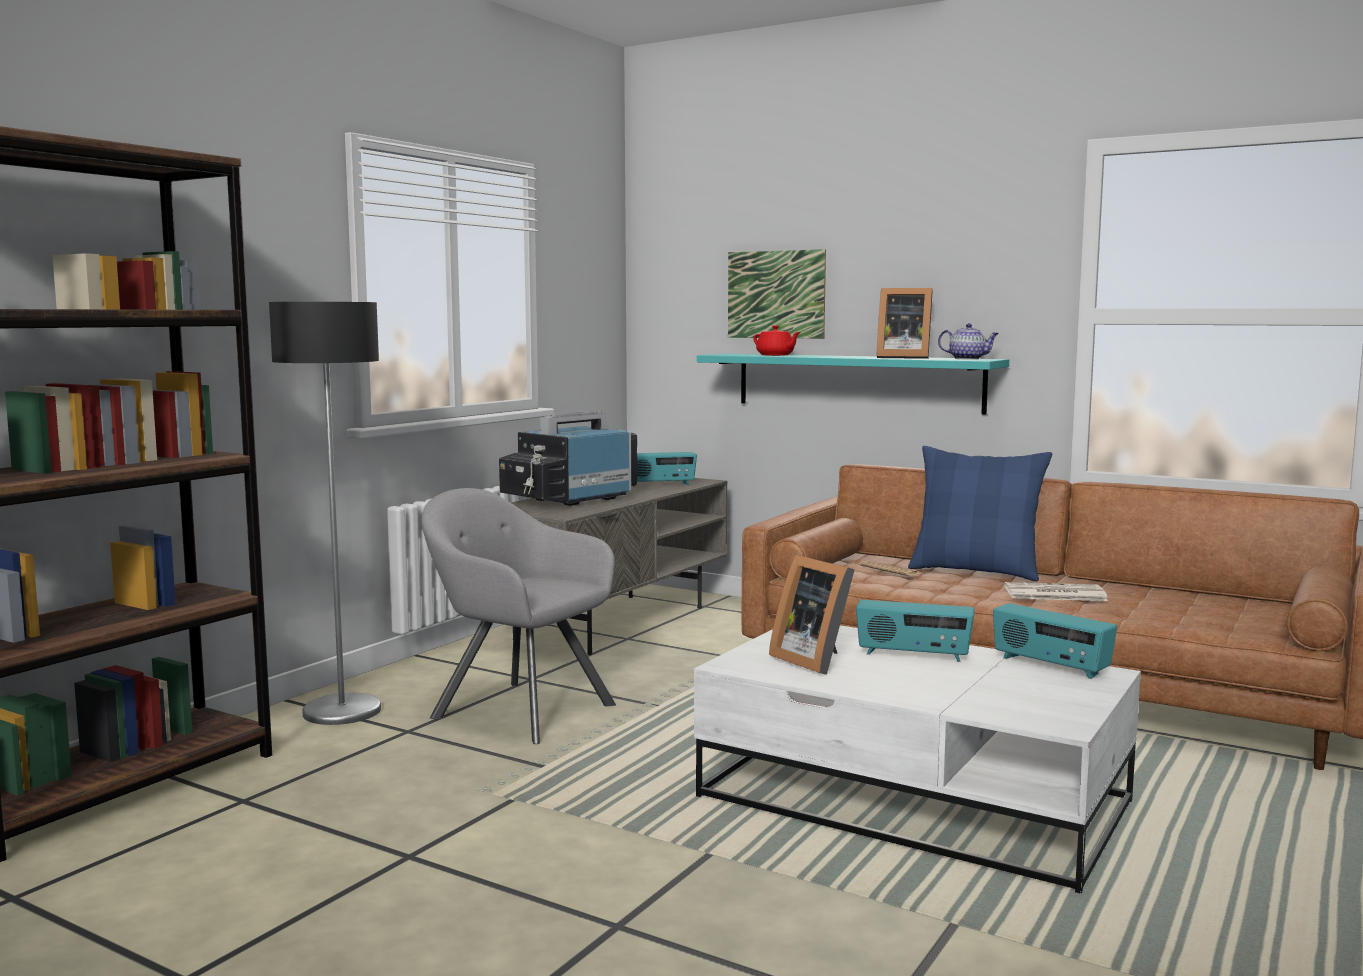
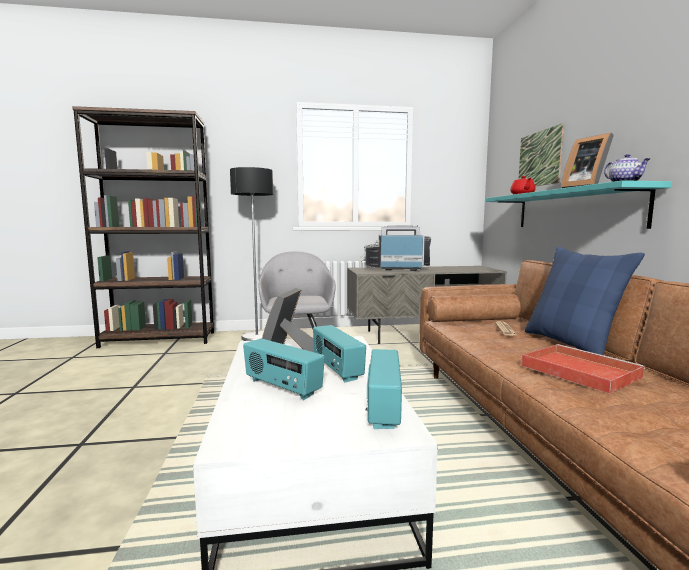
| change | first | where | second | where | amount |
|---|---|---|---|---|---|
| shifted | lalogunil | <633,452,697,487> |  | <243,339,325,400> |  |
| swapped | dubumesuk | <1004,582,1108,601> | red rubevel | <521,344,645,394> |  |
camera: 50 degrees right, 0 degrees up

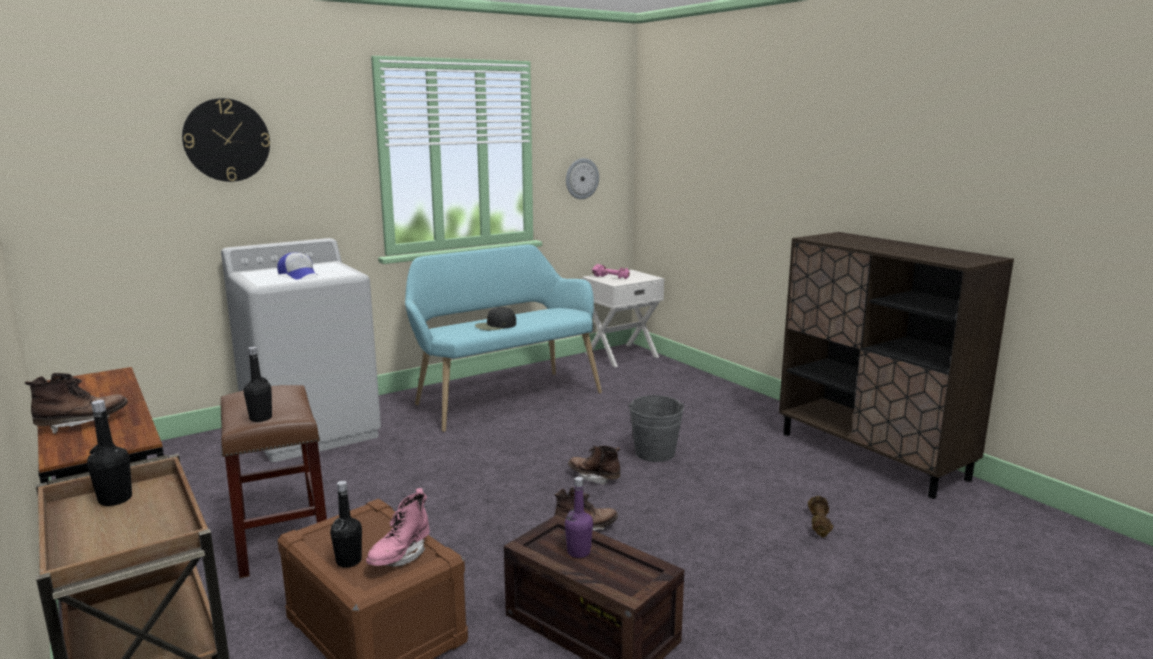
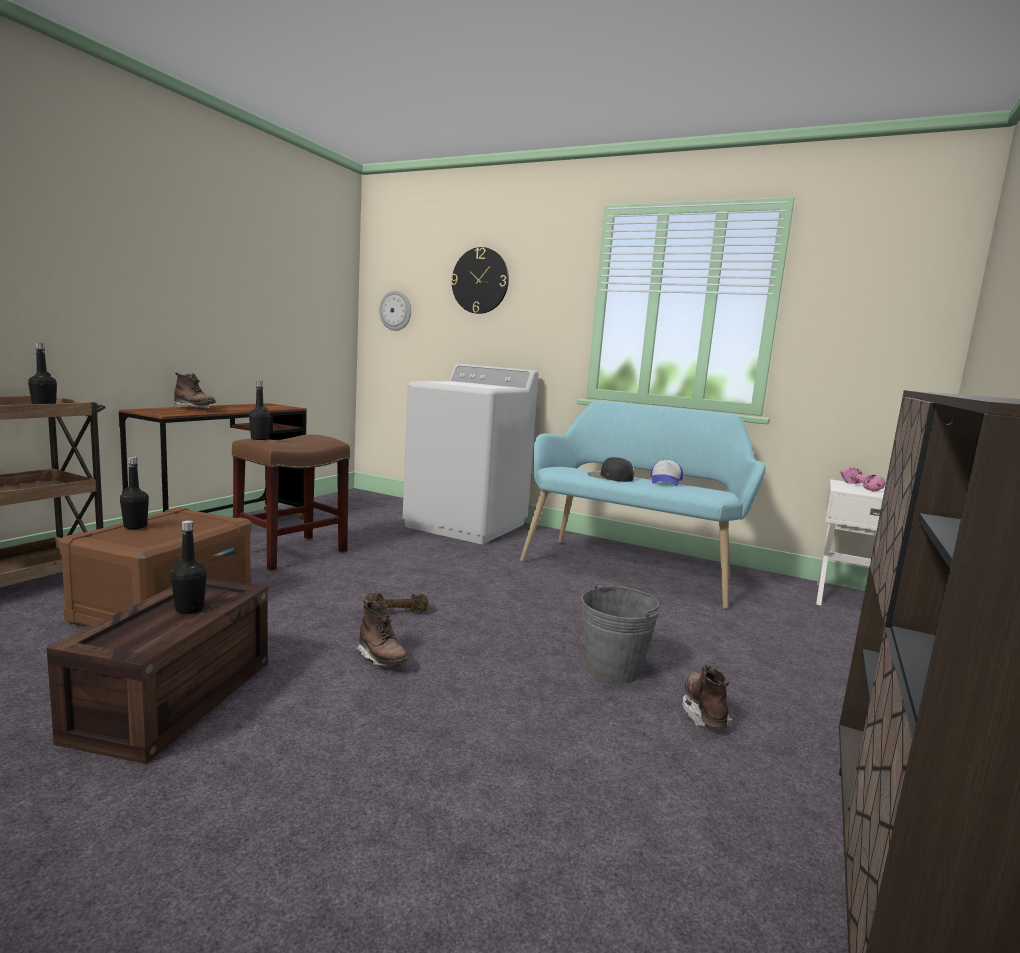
| change | first | where | second | where | amount |
|---|---|---|---|---|---|
| shifted | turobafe | <277,252,319,280> |  | <650,459,683,486> |  |
| gone | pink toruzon | <366,488,430,567> |  |  |  |
| repainted | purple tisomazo | <565,477,593,558> | black tisomazo | <171,520,207,614> |  |
| shifted | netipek | <566,158,599,199> |  | <379,291,411,331> |  |
| shifted | brown toruzon | <568,446,620,485> |  | <682,664,733,728> |  |
| shifted | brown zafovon | <808,496,833,538> |  | <363,593,429,613> |  |
camera: 60 degrees right, 5 degrees down

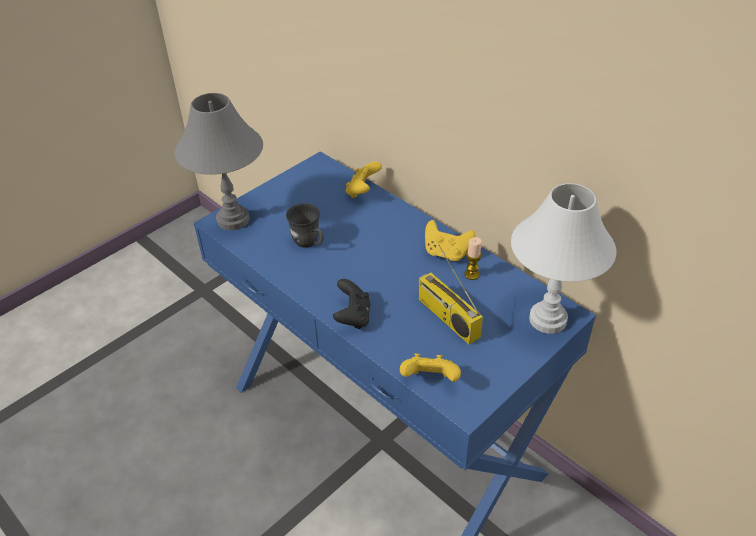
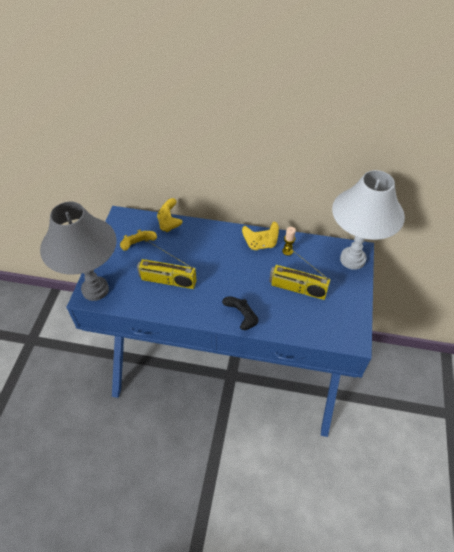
| change | first | where | second | where | amount |
|---|---|---|---|---|---|
| swapped | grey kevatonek | <286,203,324,248> | lalogunil | <137,239,196,289> |  |
| shifted | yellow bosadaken | <400,354,461,382> |  | <120,230,157,251> |  |
camera: 35 degrees left, 10 degrees up

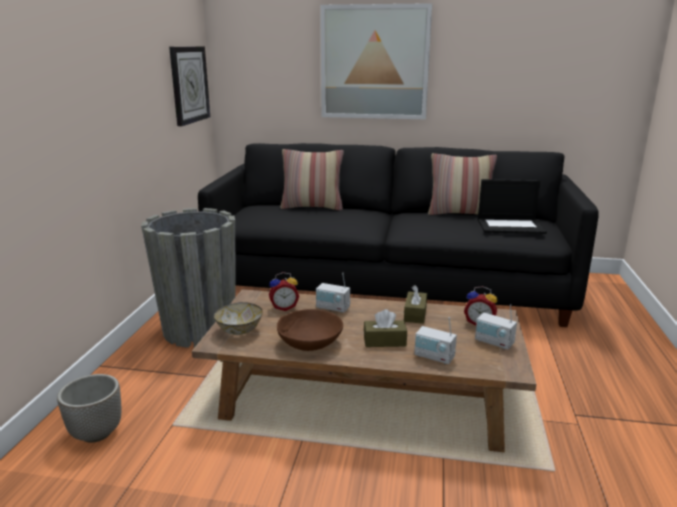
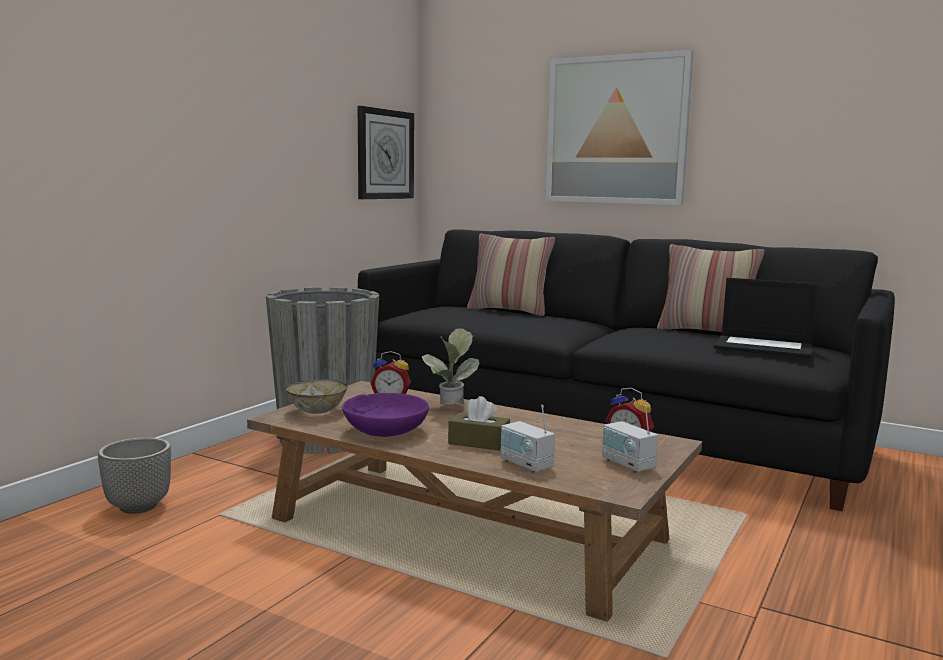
| change | first | where | second | where | amount |
|---|---|---|---|---|---|
| repainted | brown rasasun | <277,309,343,351> | purple rasasun | <342,393,429,437> |  |
| swapped | lalogunil | <316,273,350,313> | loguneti | <422,328,479,405> |  |
| gone | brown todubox | <404,285,427,324> |  |  |  |
camera: 20 degrees right, 10 degrees down

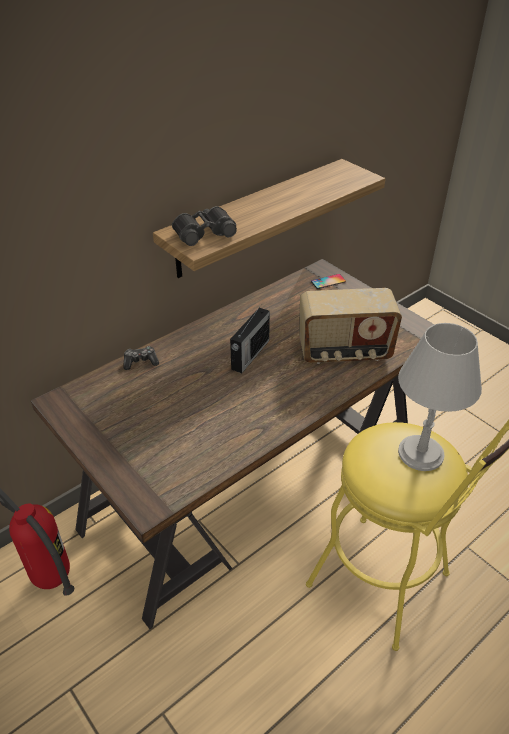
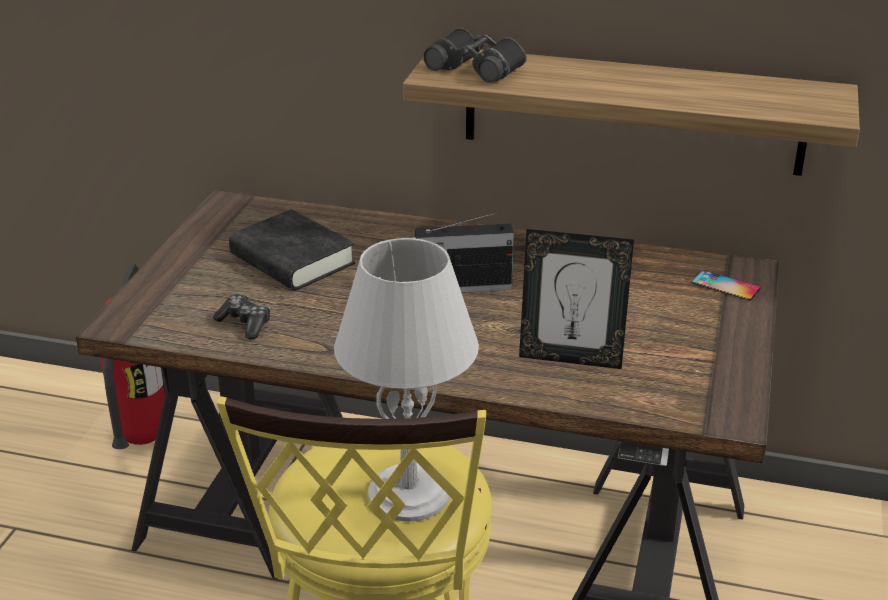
| change | first | where | second | where | amount |
|---|---|---|---|---|---|
| shifted | bosadaken | <123,346,159,370> |  | <213,294,271,340> |  |
| swapped | lalogunil | <299,288,402,364> | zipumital | <519,229,634,369> |  |
| new |  |  | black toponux | <229,209,355,291> |  |
camera: 55 degrees right, 10 degrees down

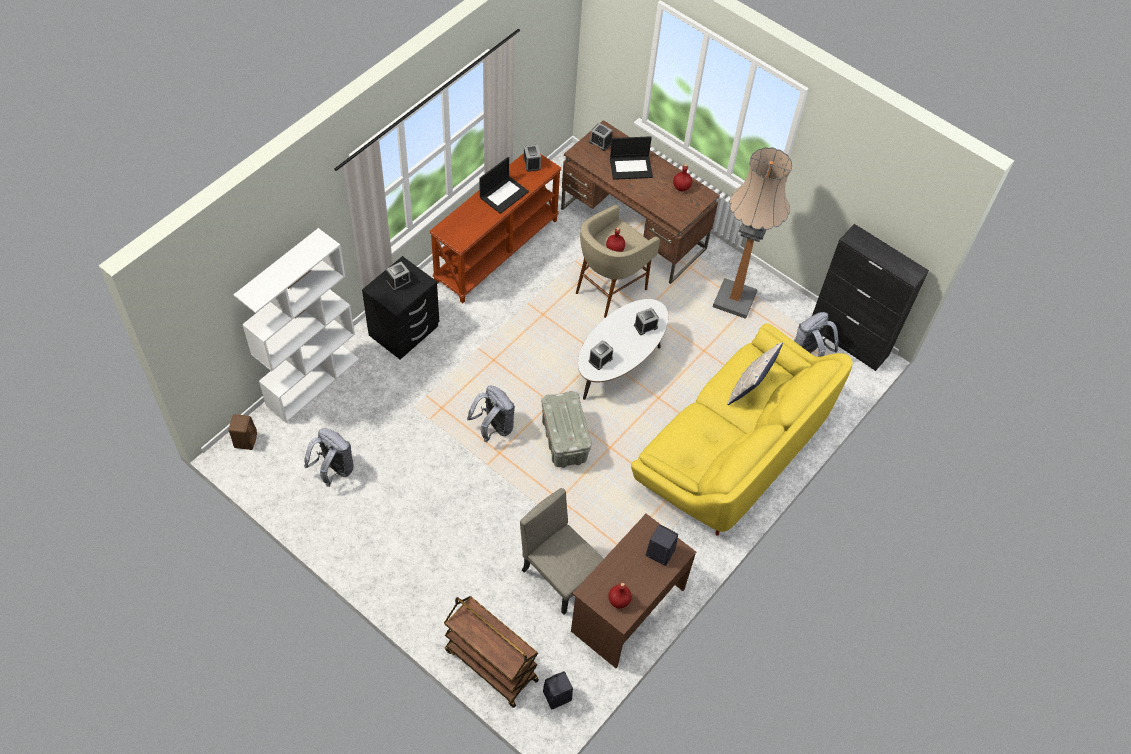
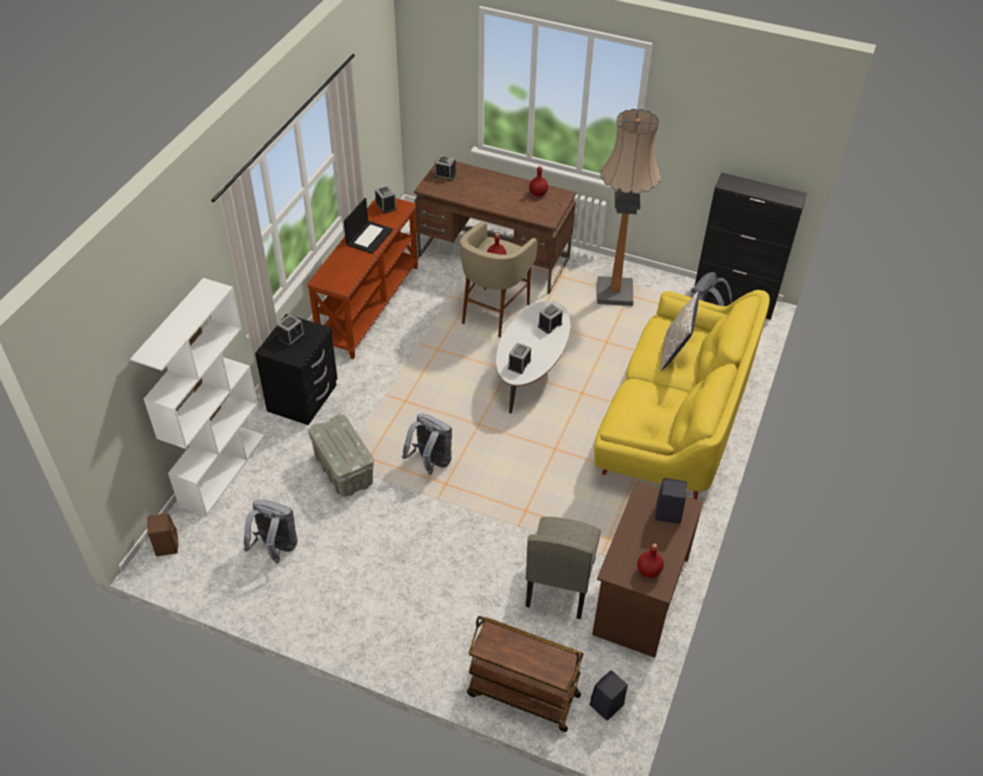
| change | first | where | second | where | amount |
|---|---|---|---|---|---|
| rotated | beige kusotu | <520,488,604,615> |  | <525,517,601,619> | 105 degrees counterclockwise |
| shifted | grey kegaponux | <541,391,592,468> |  | <308,414,374,497> |  |
| gone | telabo | <610,136,653,180> |  |  |  |
camera: 15 degrees left, 10 degrees down

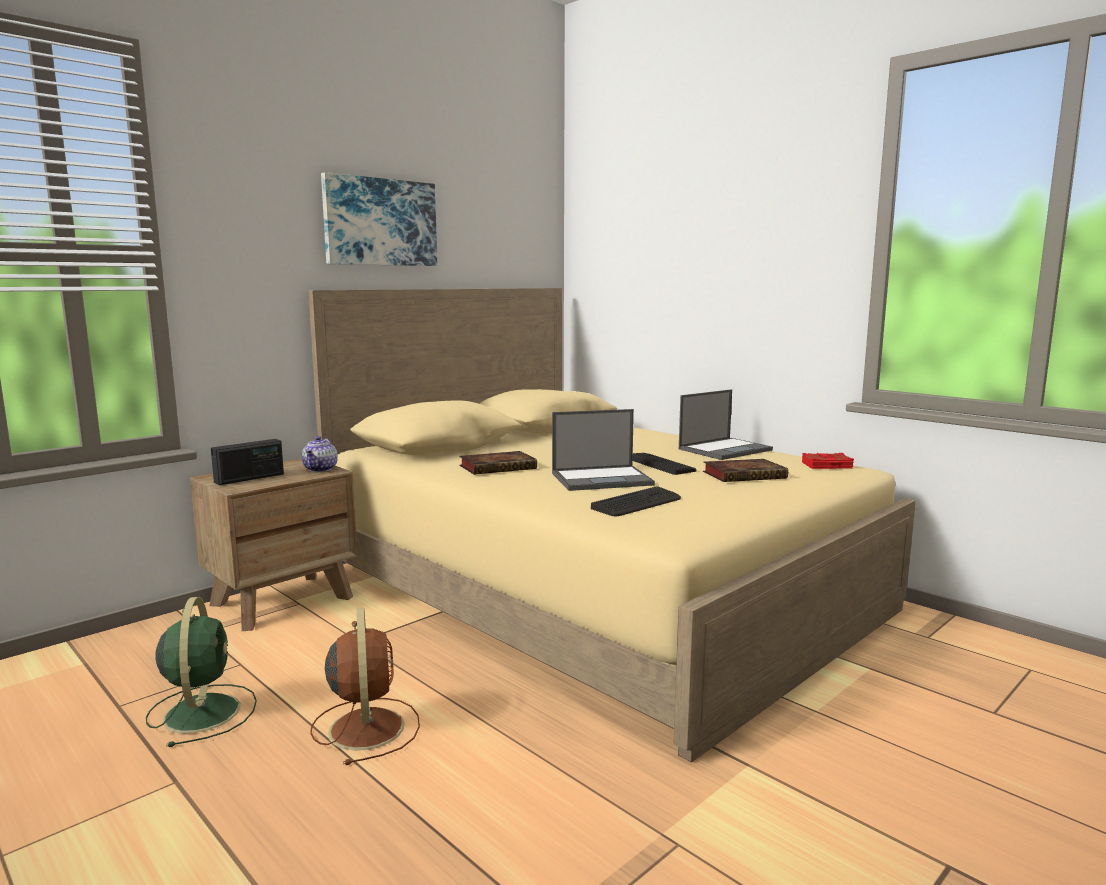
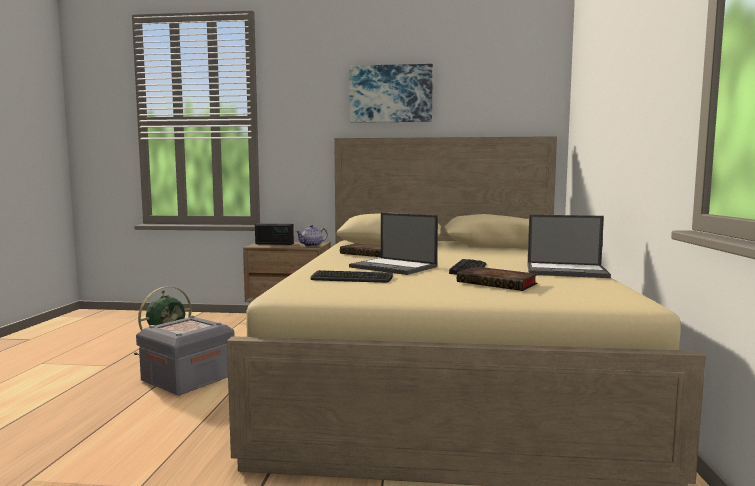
| change | first | where | second | where | amount |
|---|---|---|---|---|---|
| swapped | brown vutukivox | <310,608,420,765> | grey kegaponux | <136,315,234,396> |  |
| gone | red toponux | <802,453,854,469> |  |  |  |
camera: 50 degrees right, 5 degrees down

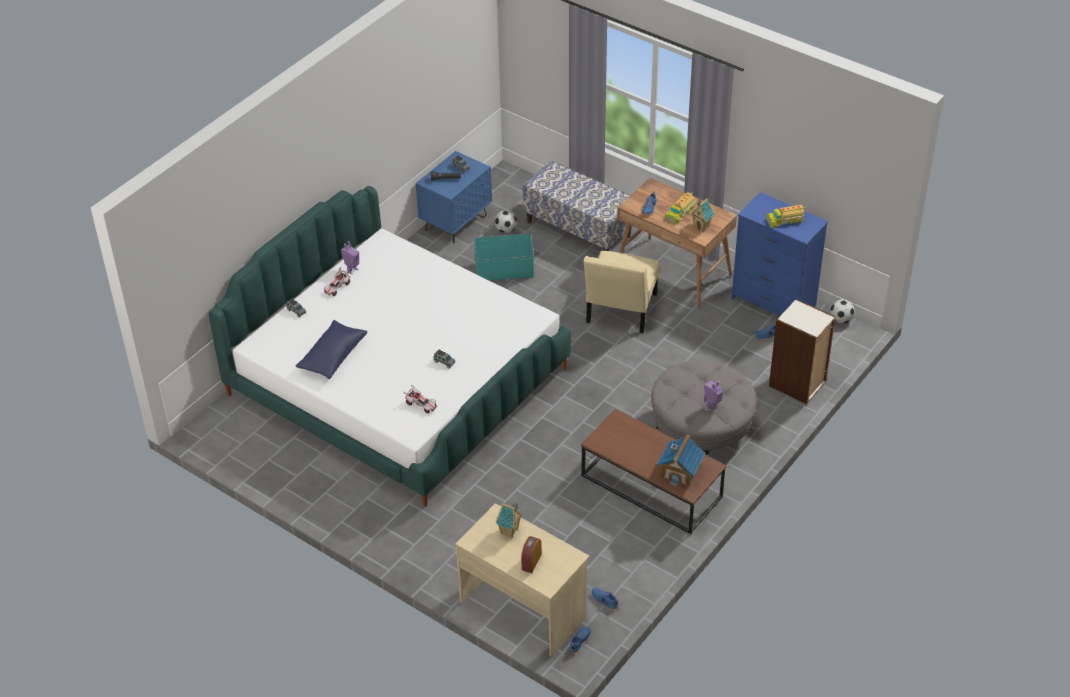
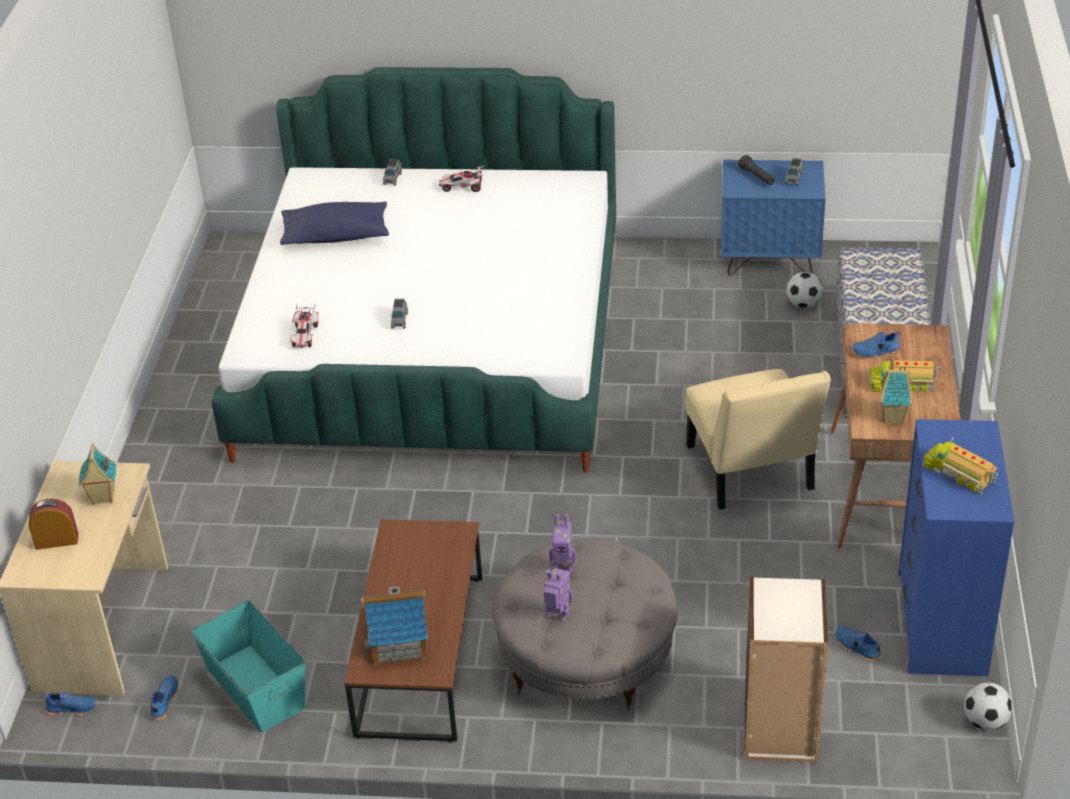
| change | first | where | second | where | amount |
|---|---|---|---|---|---|
| shifted | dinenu | <341,241,359,275> |  | <549,514,575,573> |  |
| shifted | turquoise kegaponux | <474,233,534,281> |  | <191,600,306,733> |  |
| rotated | beige kusotu | <583,251,660,333> |  | <685,369,831,510> | 90 degrees counterclockwise |
camera: 60 degrees right, 5 degrees down

